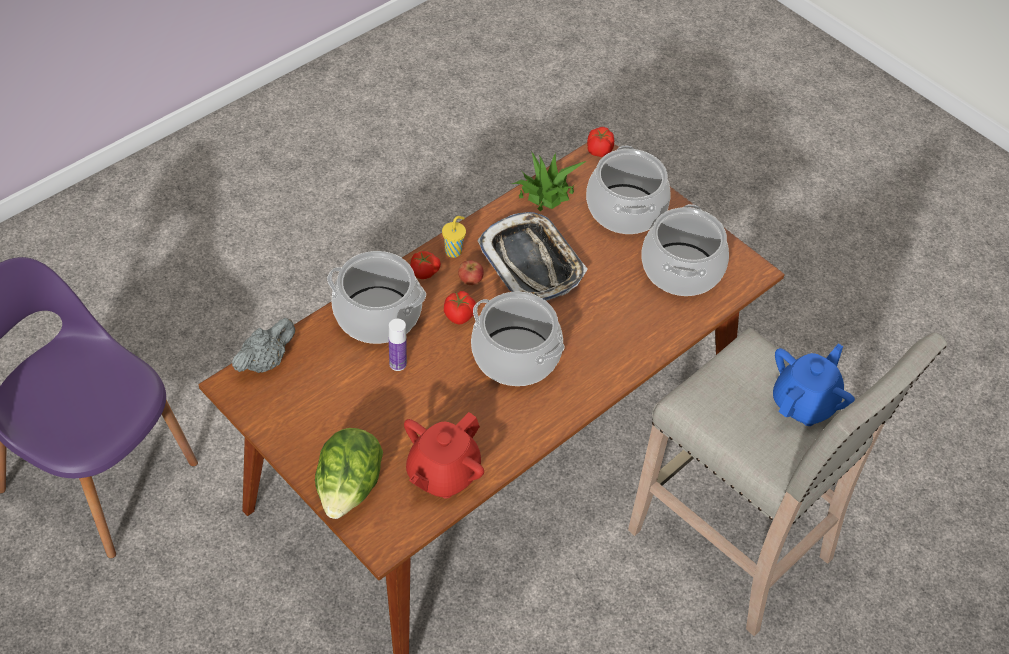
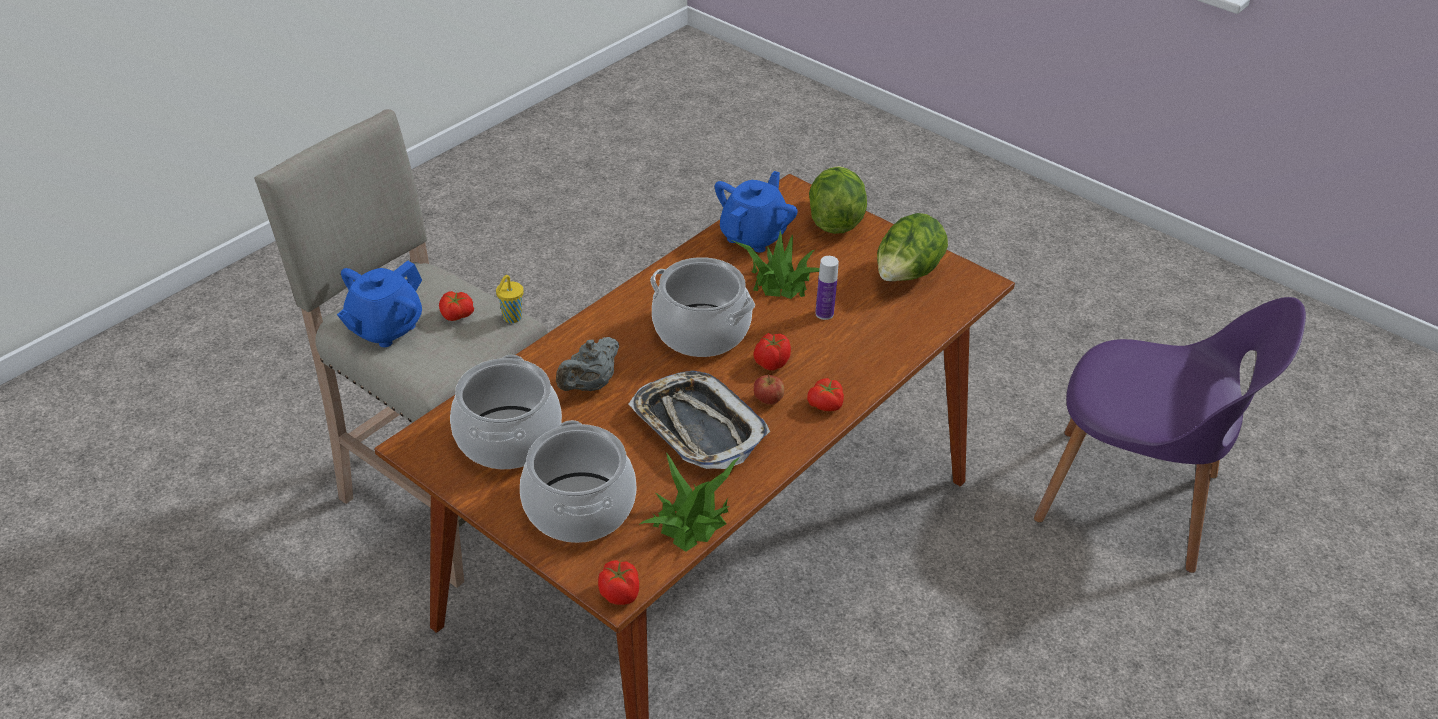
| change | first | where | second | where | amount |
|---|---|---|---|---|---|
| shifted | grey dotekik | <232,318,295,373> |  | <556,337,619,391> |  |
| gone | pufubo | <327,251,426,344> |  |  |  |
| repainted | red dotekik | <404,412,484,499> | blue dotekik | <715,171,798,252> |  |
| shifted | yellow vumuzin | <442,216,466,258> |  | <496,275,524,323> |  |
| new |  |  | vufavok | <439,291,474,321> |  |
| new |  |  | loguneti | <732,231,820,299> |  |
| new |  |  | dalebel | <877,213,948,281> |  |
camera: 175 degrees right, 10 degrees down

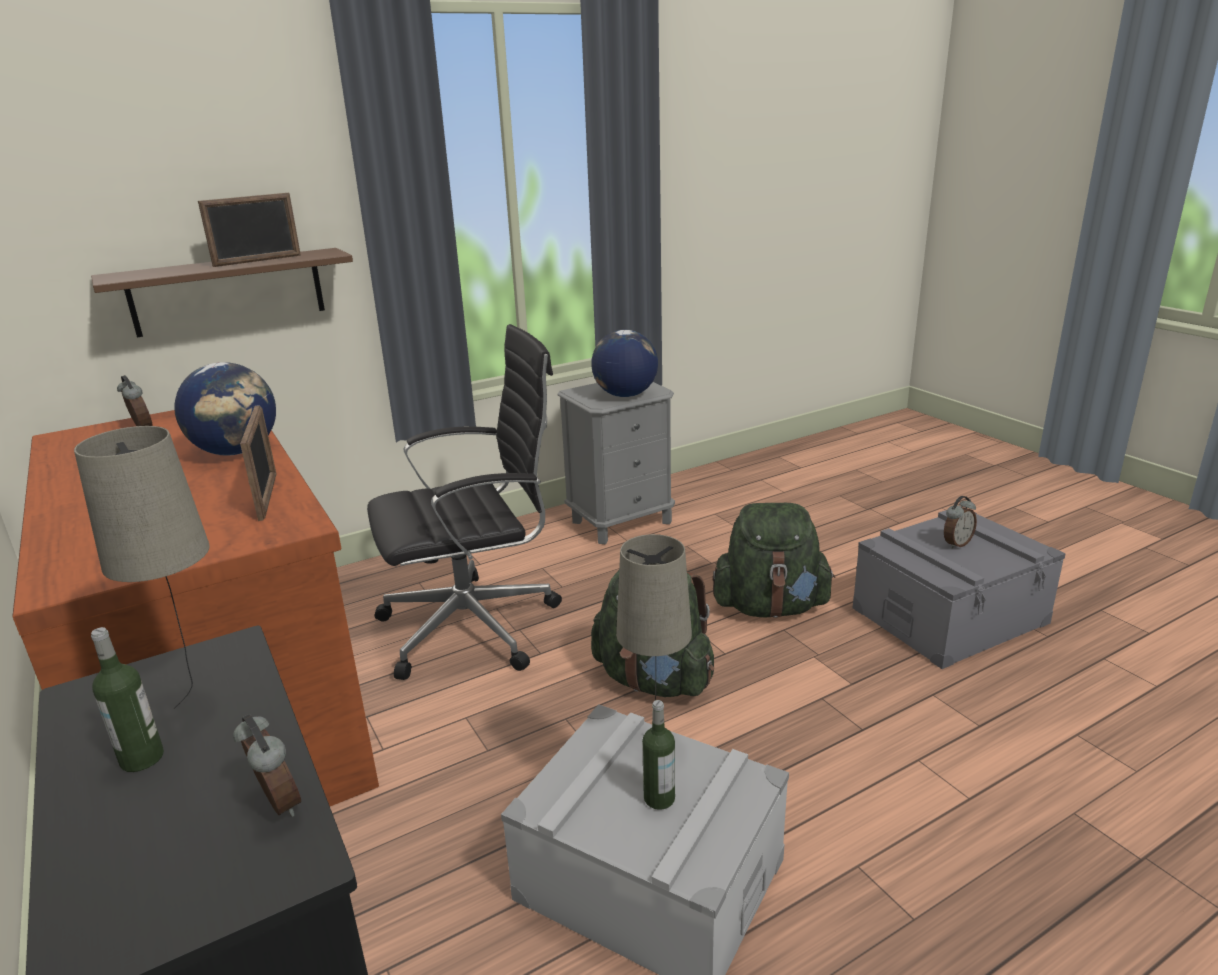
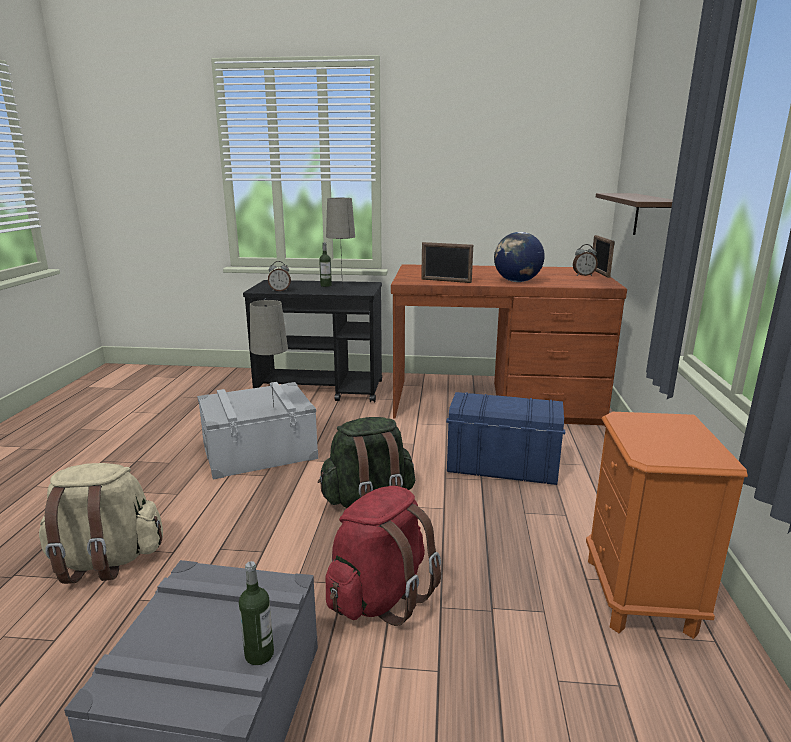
| change | first | where | second | where | amount |
|---|---|---|---|---|---|
| shifted | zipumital | <198,193,301,267> |  | <593,235,615,278> |  |
| swapped | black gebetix | <367,324,562,680> | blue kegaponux | <446,392,565,485> |  |
| repainted | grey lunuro | <557,382,675,544> | orange lunuro | <586,412,748,639> |  |
| gone | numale | <591,330,658,397> |  |  |  |
| shifted | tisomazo | <642,700,675,810> |  | <239,561,274,665> |  |
| repainted | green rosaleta | <712,503,835,618> | red rosaleta | <325,486,441,626> |  |
| gone | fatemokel | <944,496,977,549> |  |  |  |
| new |  |  | beige rosaleta | <39,463,163,584> |  |
camera: 125 degrees right, 5 degrees down

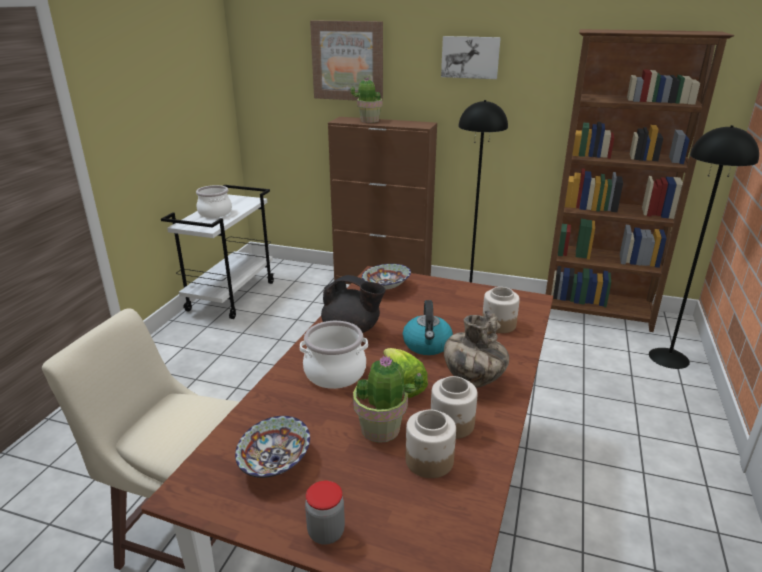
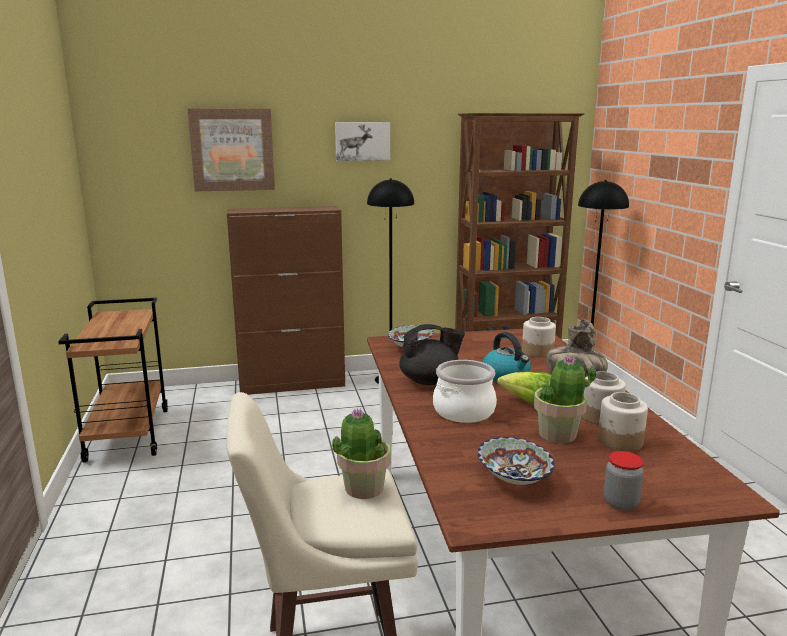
| change | first | where | second | where | amount |
|---|---|---|---|---|---|
| repainted | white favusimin | <161,185,274,319> | brown favusimin | <58,298,168,463> |  |
| gone | pufubo | <196,185,232,218> |  |  |  |
| shifted | loguneti | <351,77,383,123> |  | <332,408,391,499> |  |
camera: 30 degrees left, 10 degrees down

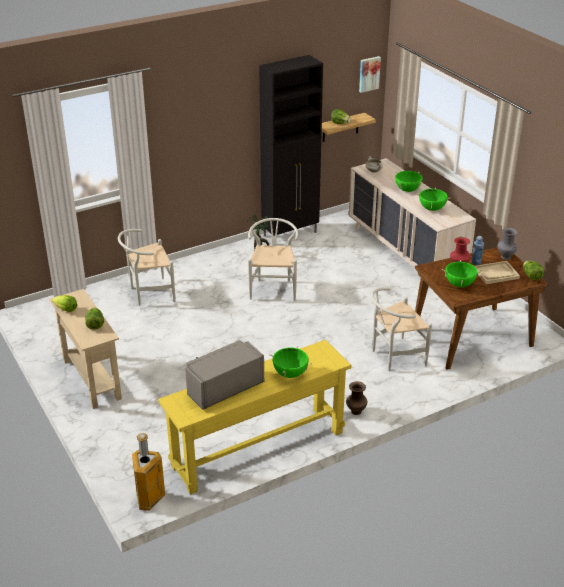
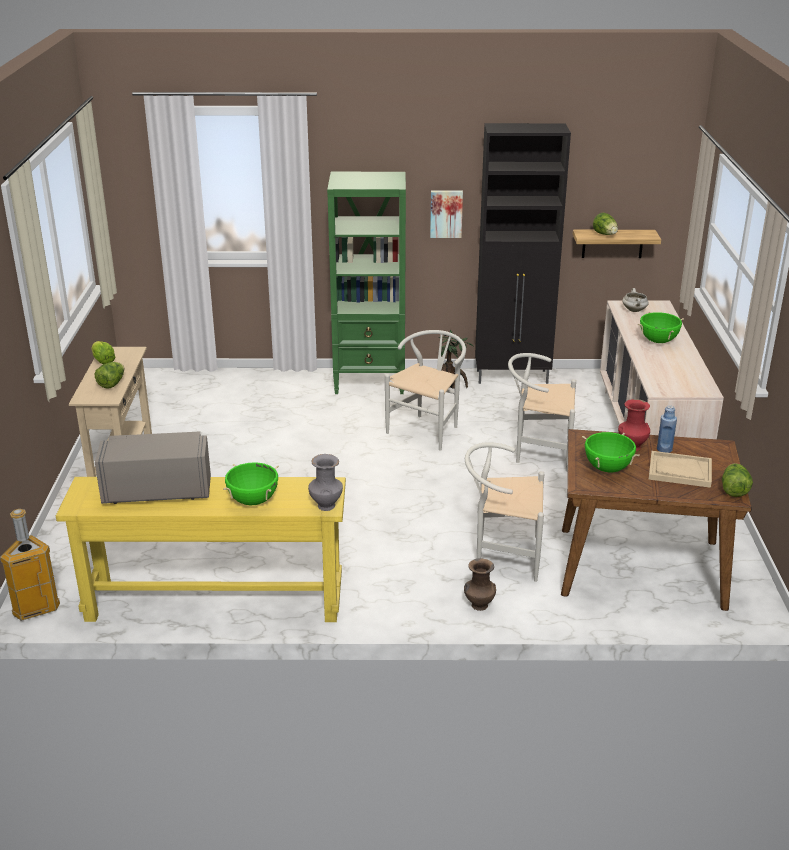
| change | first | where | second | where | amount |
|---|---|---|---|---|---|
| shifted | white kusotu | <118,229,175,306> |  | <508,353,576,472> |  |
| shifted | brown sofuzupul | <346,381,367,415> |  | <464,558,496,611> |  |
| shifted | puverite | <359,56,381,93> |  | <430,191,463,238> |  |
| gone | green pufubo | <416,188,451,211> |  |  |  |
| shifted | grey sofuzupul | <497,227,518,260> |  | <308,454,343,511> |  |
| new |  |  | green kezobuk | <327,172,406,394> |  |
camera: 30 degrees right, 5 degrees down

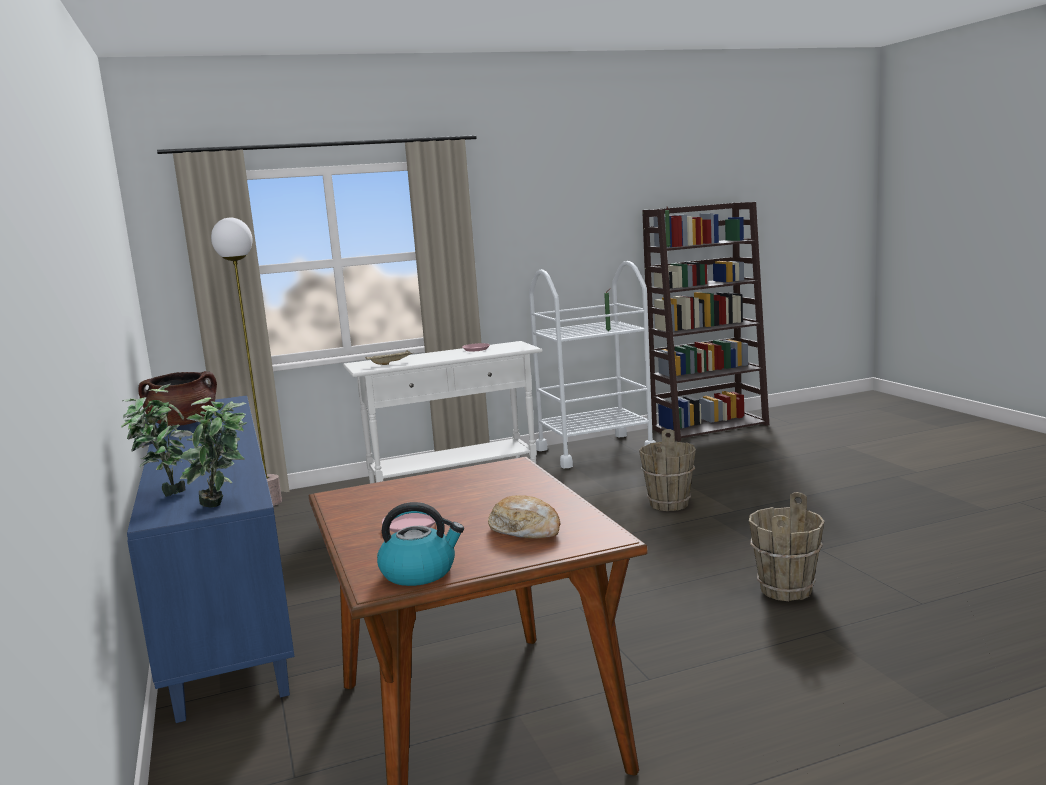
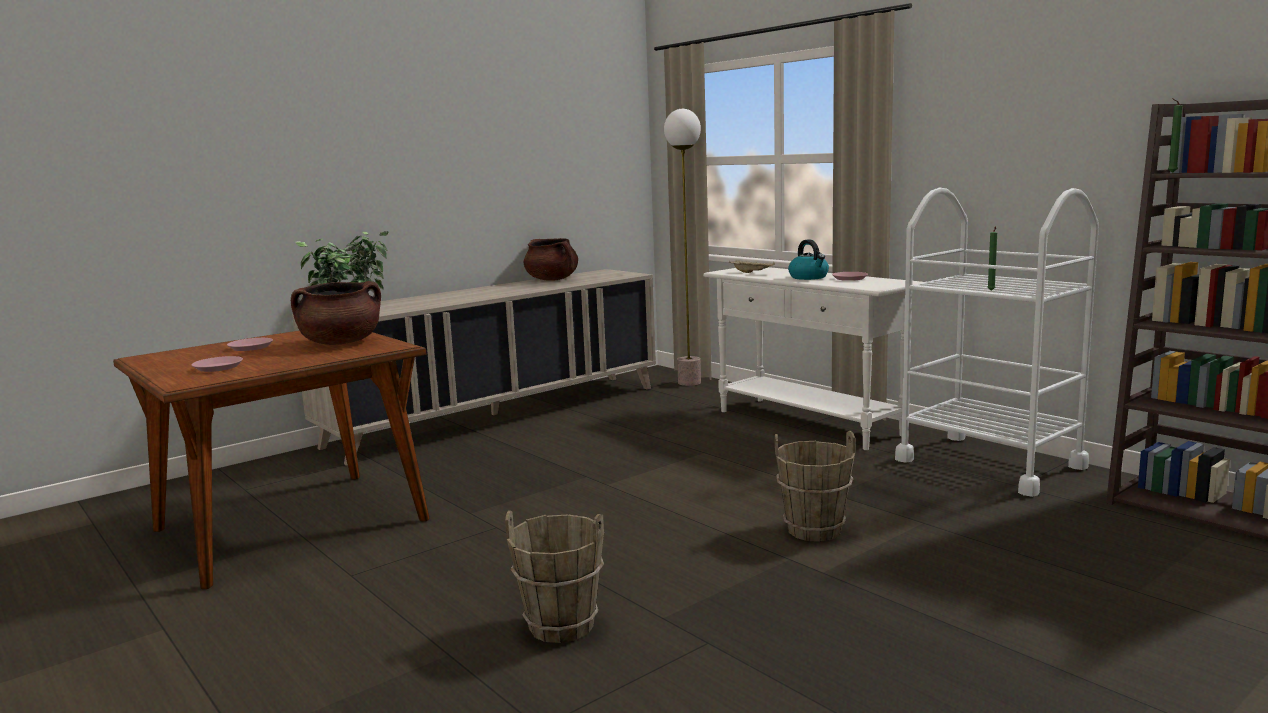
| change | first | where | second | where | amount |
|---|---|---|---|---|---|
| repainted | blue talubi | <127,395,294,723> | beige talubi | <292,269,656,466> |  |
| shifted | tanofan | <377,502,464,586> |  | <788,239,829,280> |  |
| swapped | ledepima | <488,495,561,539> | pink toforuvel | <192,356,243,372> |  |
| new |  |  | brown pufubo | <291,281,381,345> |  |
camera: 70 degrees right, 0 degrees up

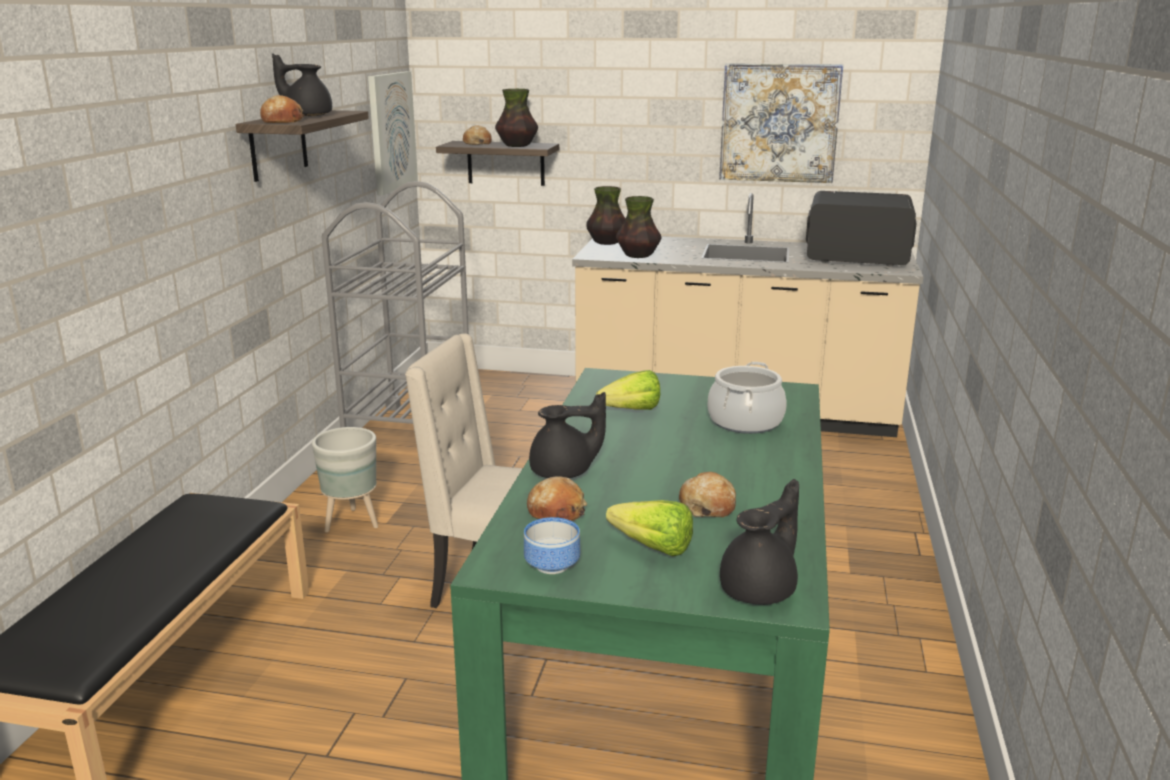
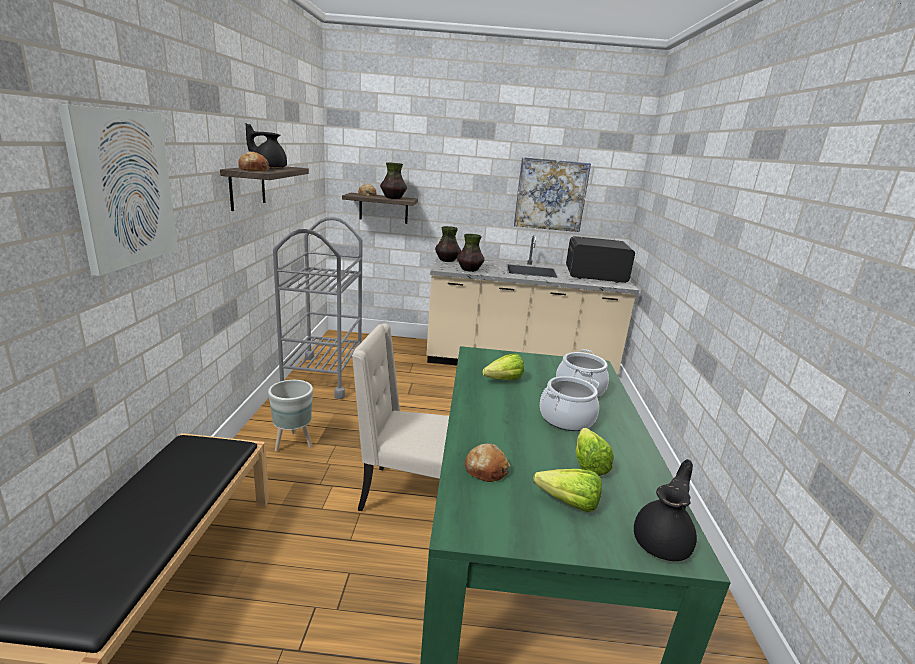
| change | first | where | second | where | amount |
|---|---|---|---|---|---|
| shifted | puverite | <368,71,418,195> |  | <58,104,178,276> |  |
| gone | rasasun | <524,517,581,574> |  |  |  |
| gone | black dotekik | <529,392,606,478> |  |  |  |
| swapped | ledepima | <679,472,736,517> | dalebel | <576,428,614,476> |  |
| new |  |  | pufubo | <540,376,600,431> |  |
camera: 10 degrees left, 0 degrees up

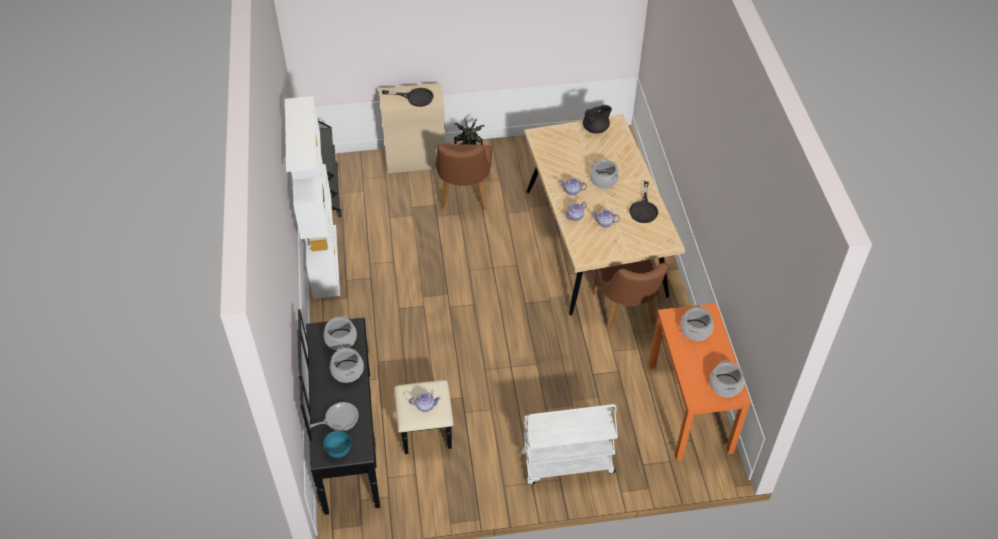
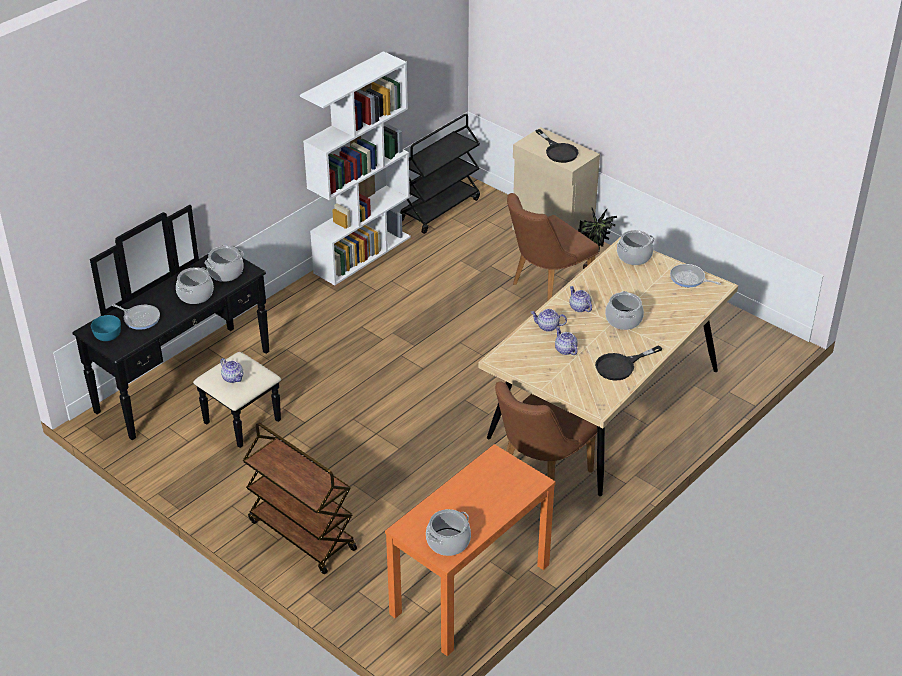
| change | first | where | second | where | amount |
|---|---|---|---|---|---|
| repainted | white favusimin | <522,404,618,485> | brown favusimin | <243,423,357,574> |  |
| swapped | black dotekik | <583,105,612,134> | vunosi | <670,264,721,287> |  |
| shifted | pufubo | <680,306,714,341> |  | <617,230,654,265> |  |
camera: 50 degrees right, 10 degrees down

